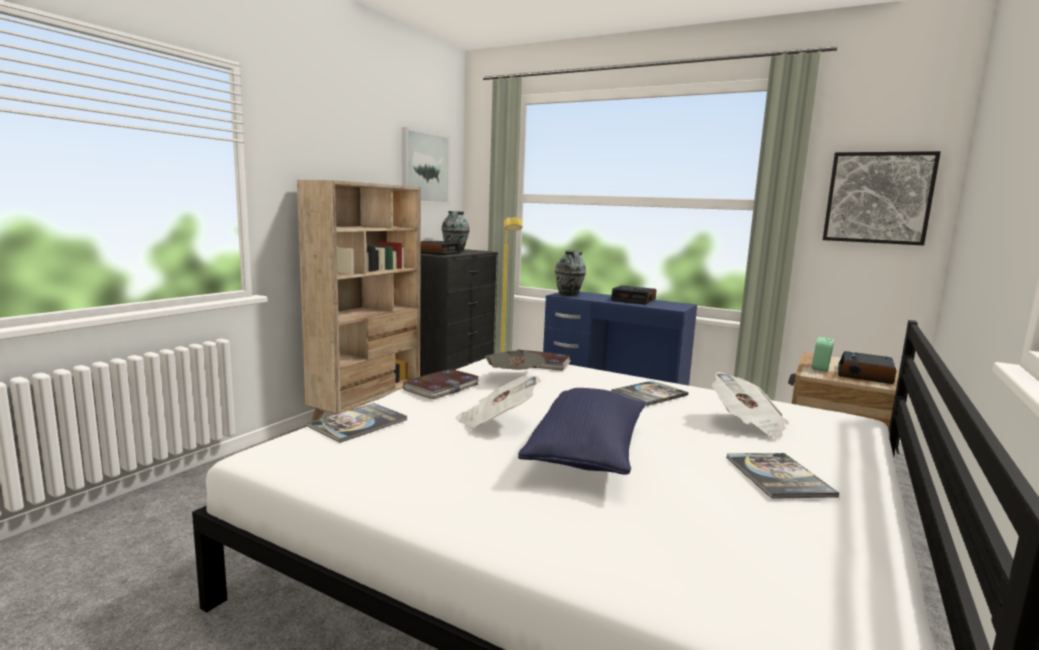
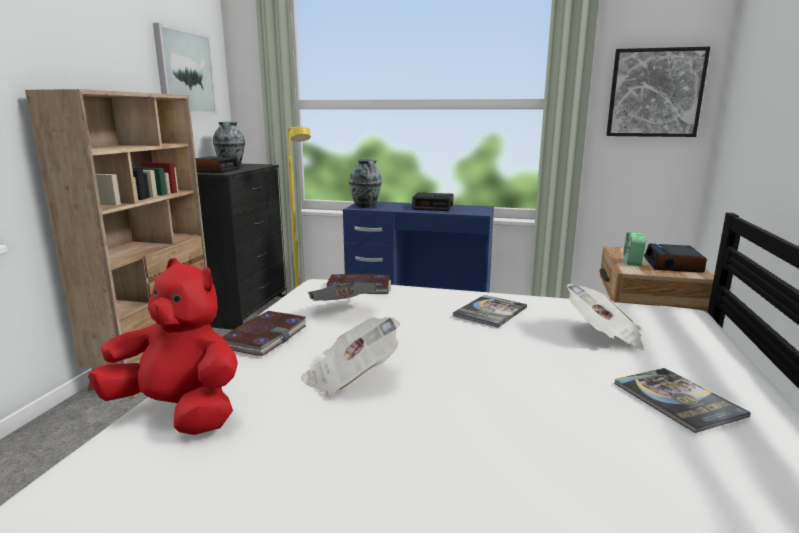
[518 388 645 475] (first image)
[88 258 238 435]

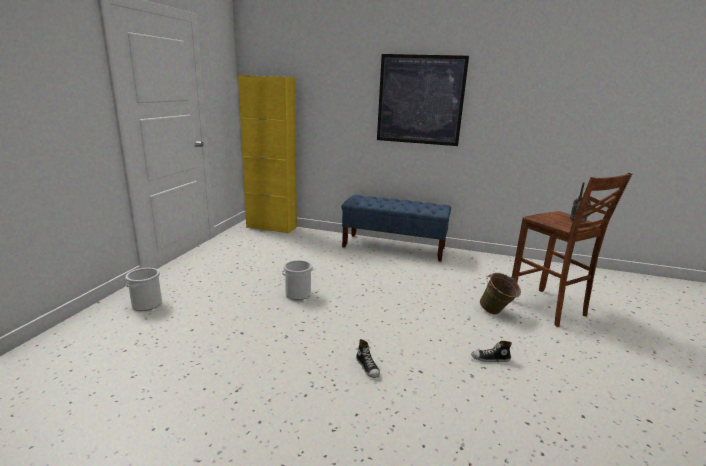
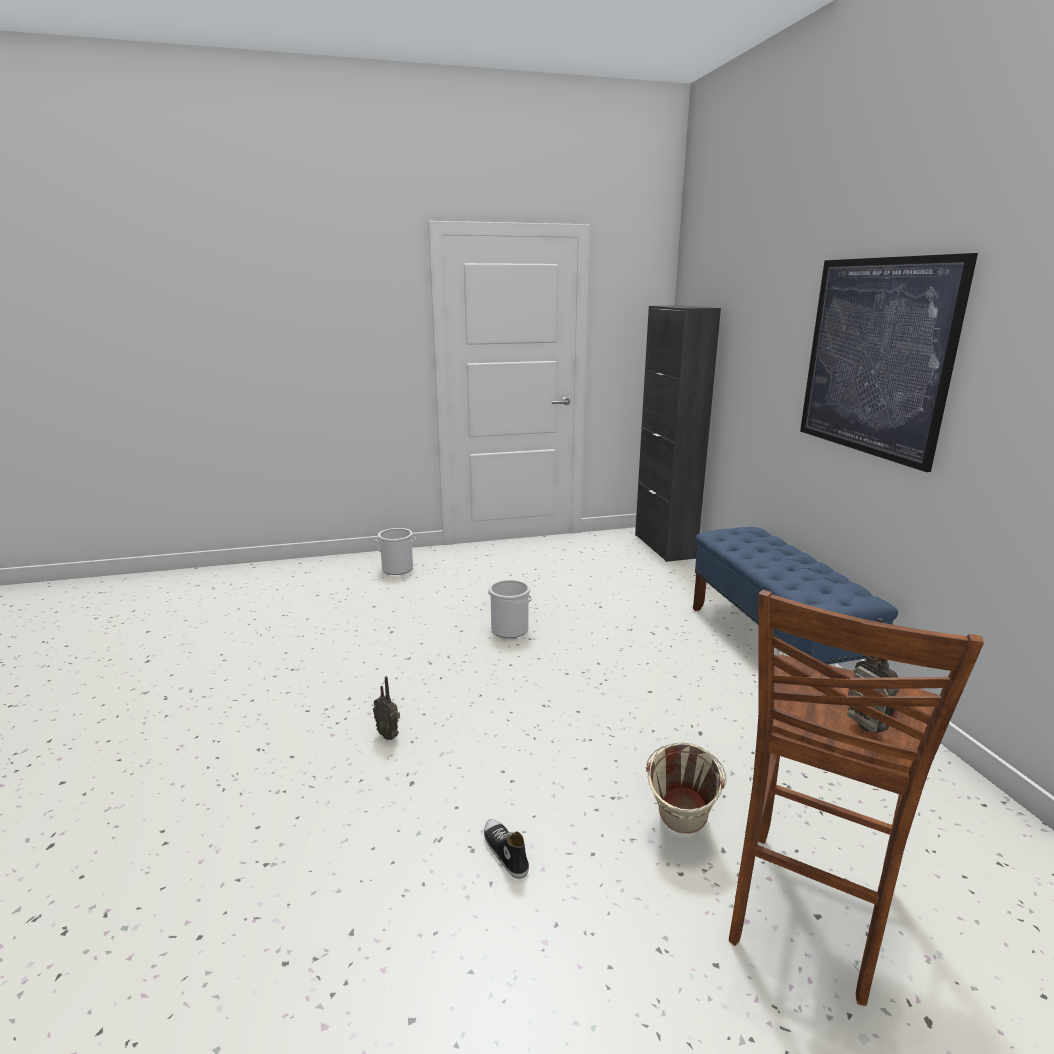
[635 305 721 562]
[646 742 726 834]
[373 676 400 740]

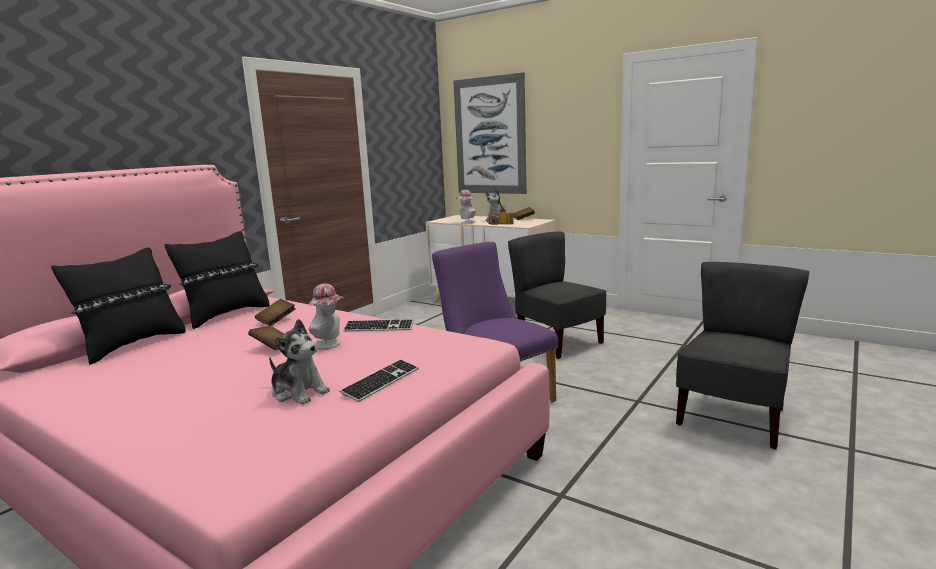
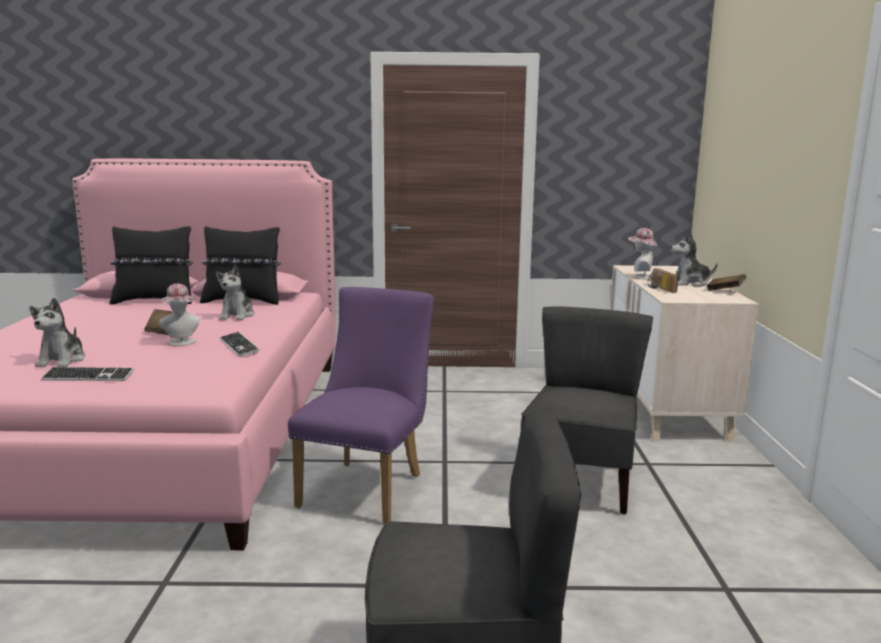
[453 72 527 194] (first image)
[216 265 254 320]

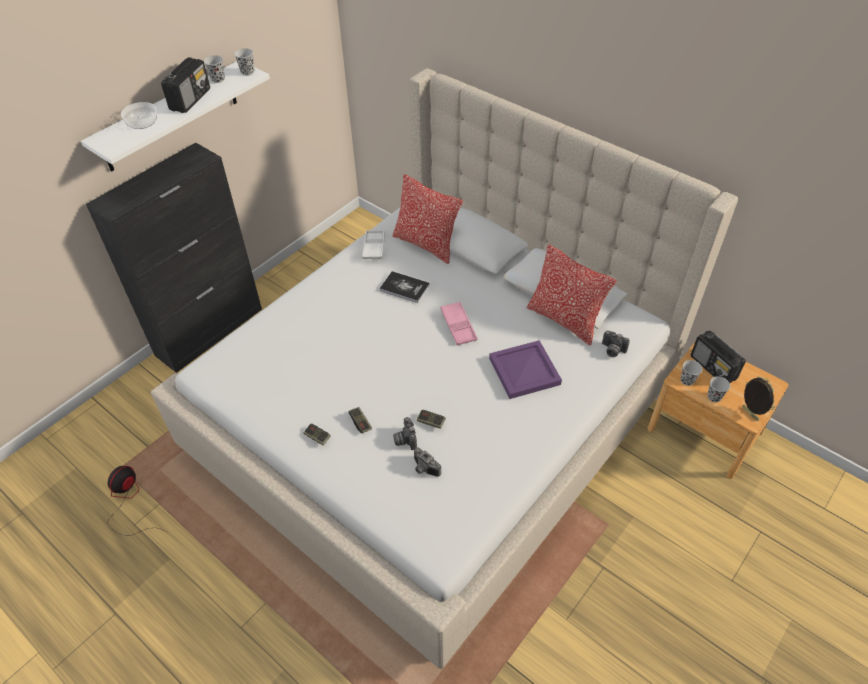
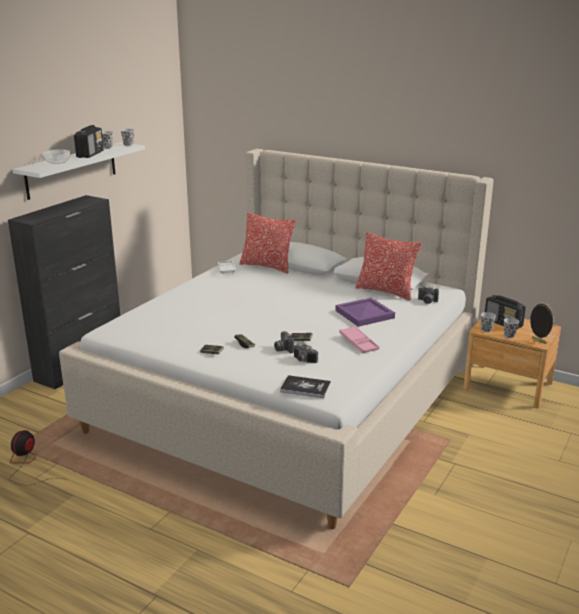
[280 375 331 398]
[339 326 379 353]

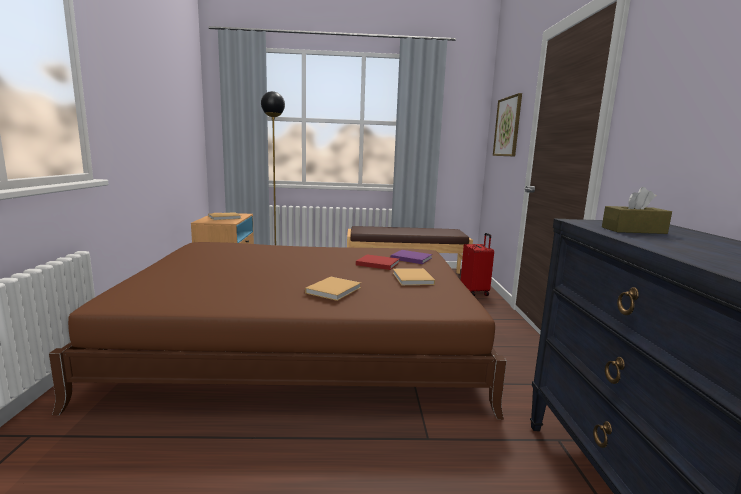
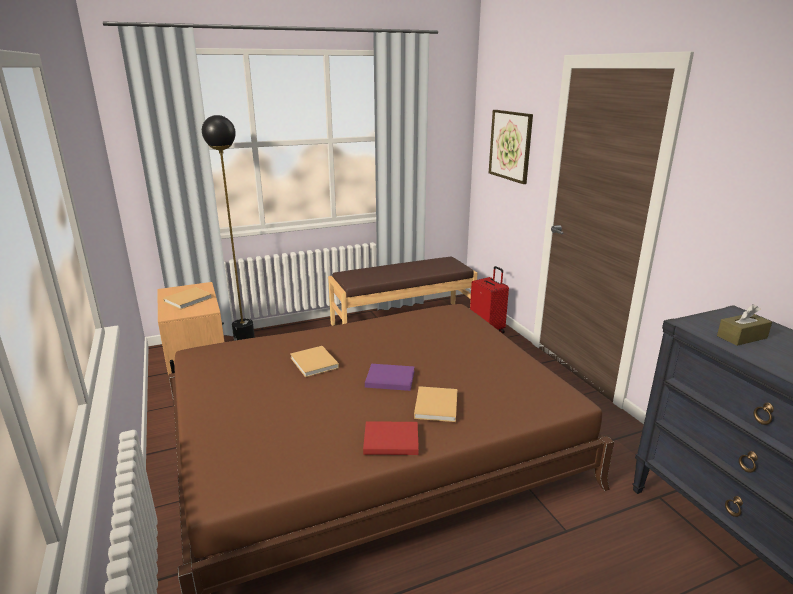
[365 364 415 391]
[363 421 419 455]
[290 346 339 377]

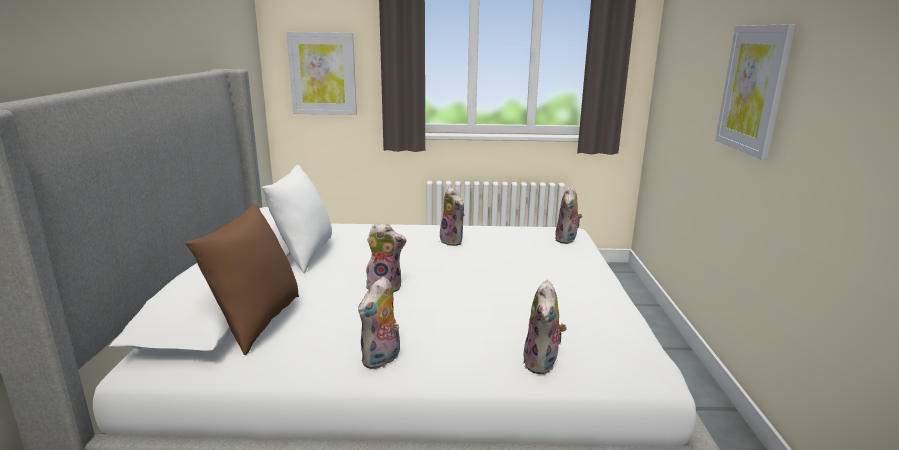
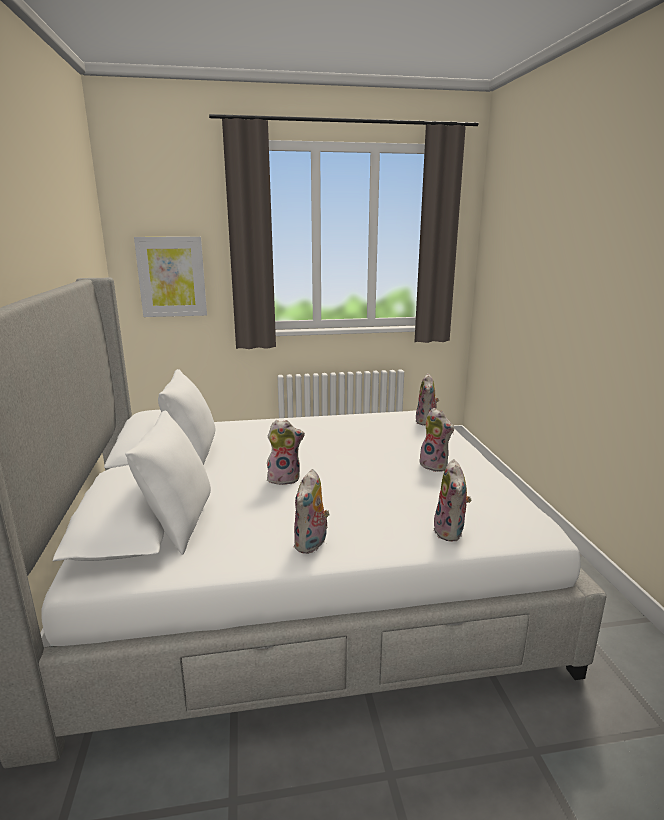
[715 24 796 160] (first image)
[419 408 454 472]
[125 411 211 555]

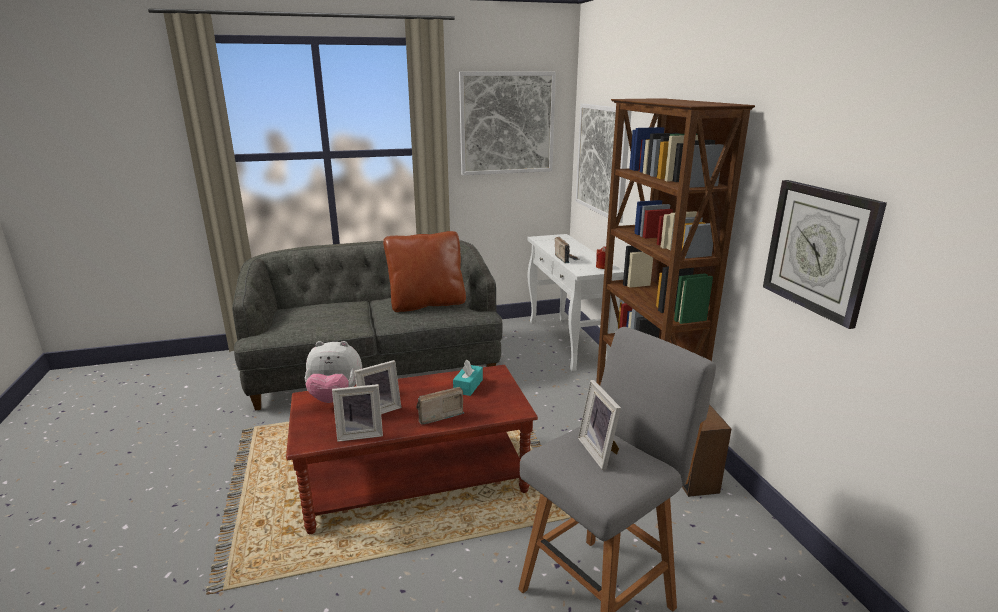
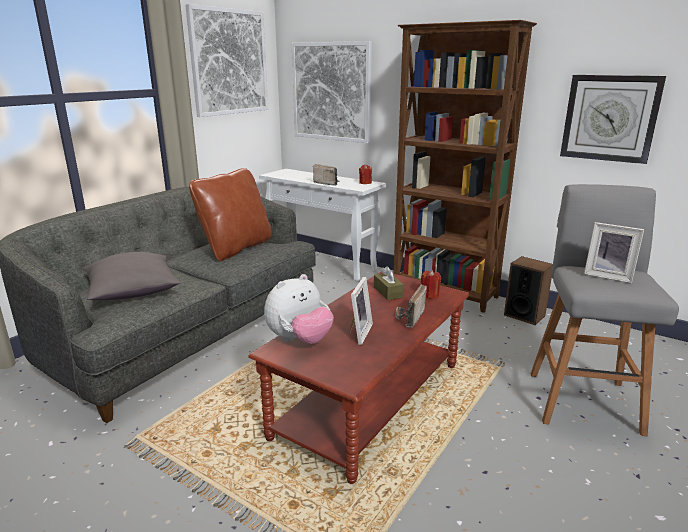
[374 266 404 300]
[332 384 383 442] (first image)
[83 252 180 300]
[421 270 441 299]

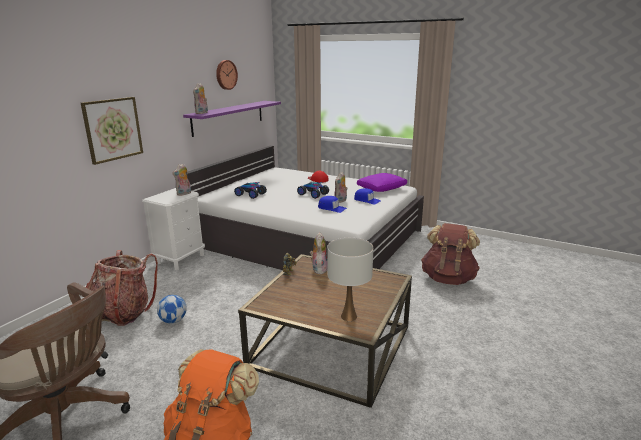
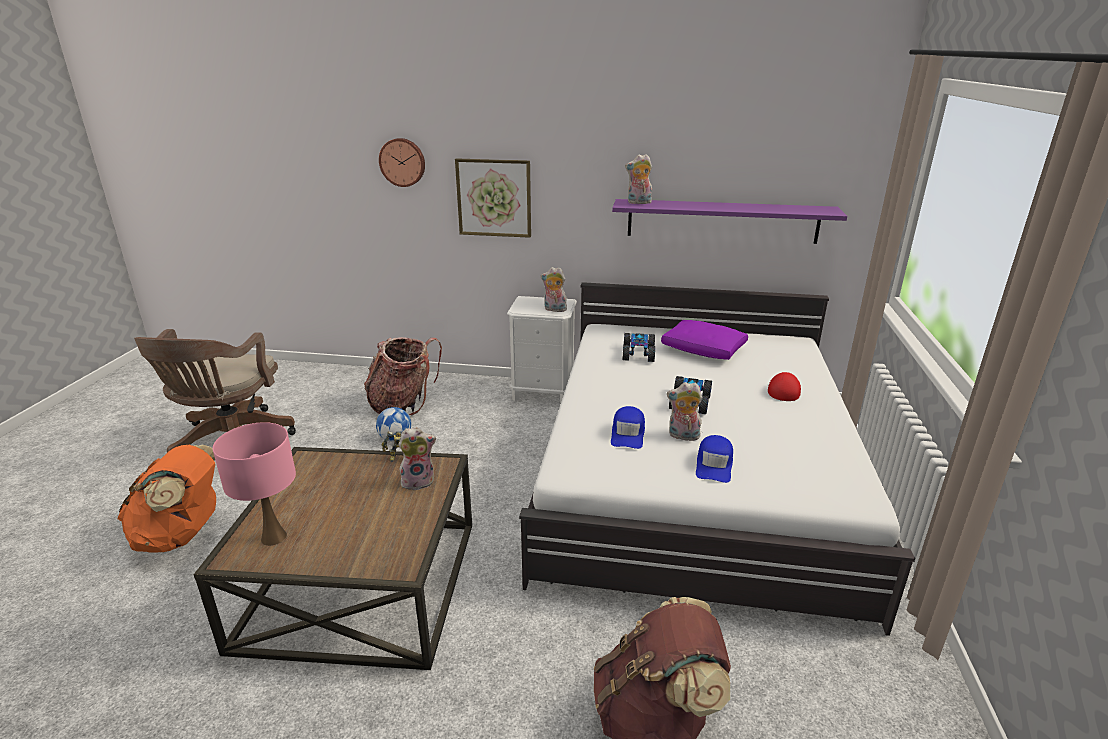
[379 138 425 187]
[661 320 748 360]
[213 422 296 546]

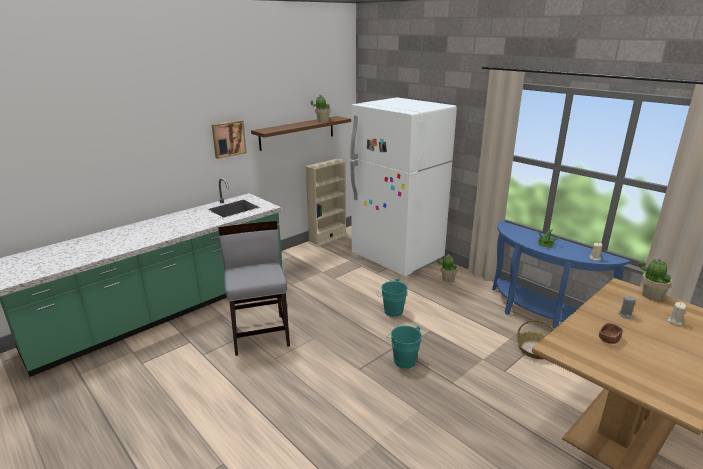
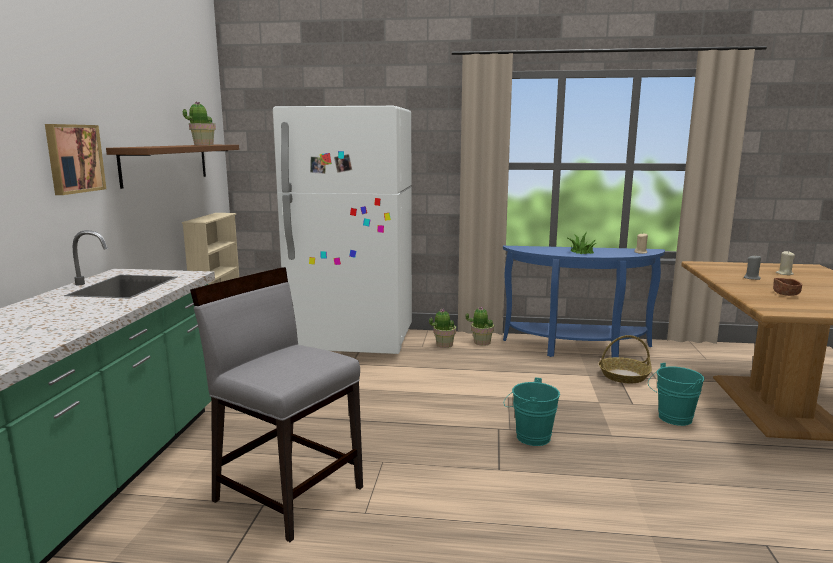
[466 307 494 346]
[648 363 705 426]

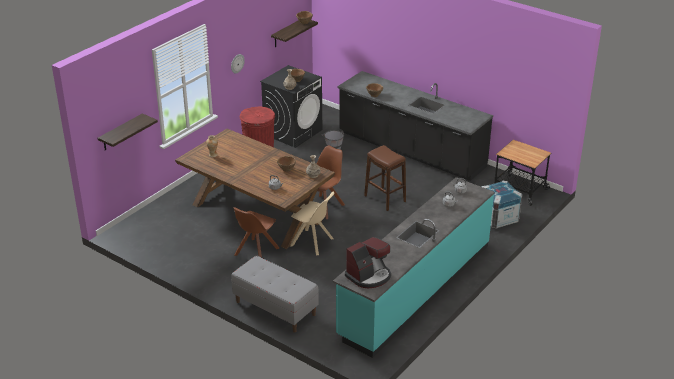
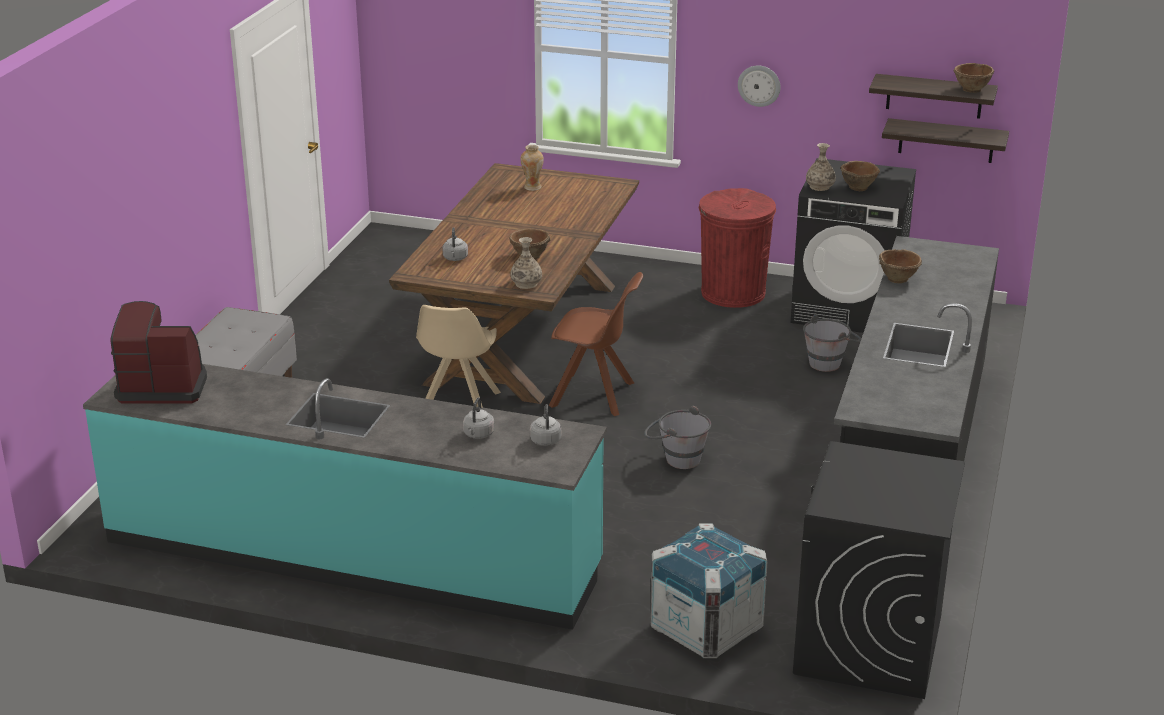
[882 118 1009 163]
[793 441 965 699]
[644 406 711 469]
[234 207 279 257] (first image)
[110 301 207 404]

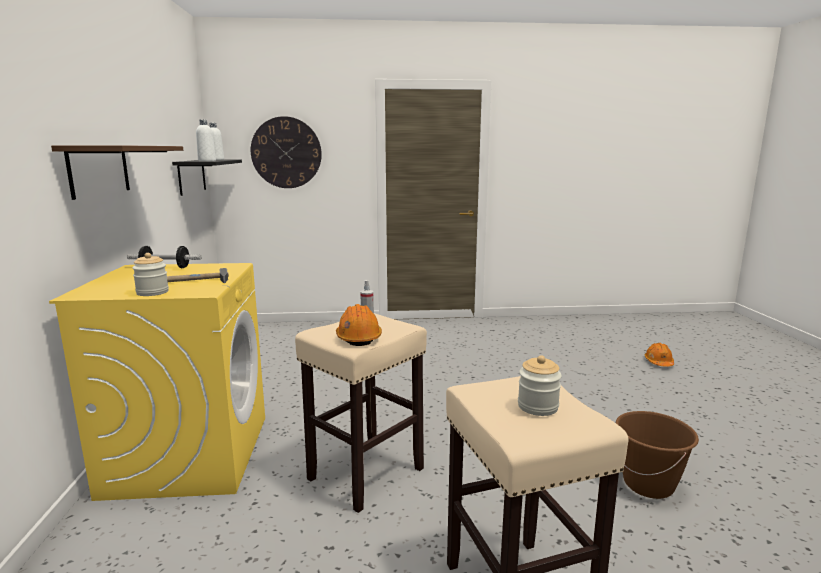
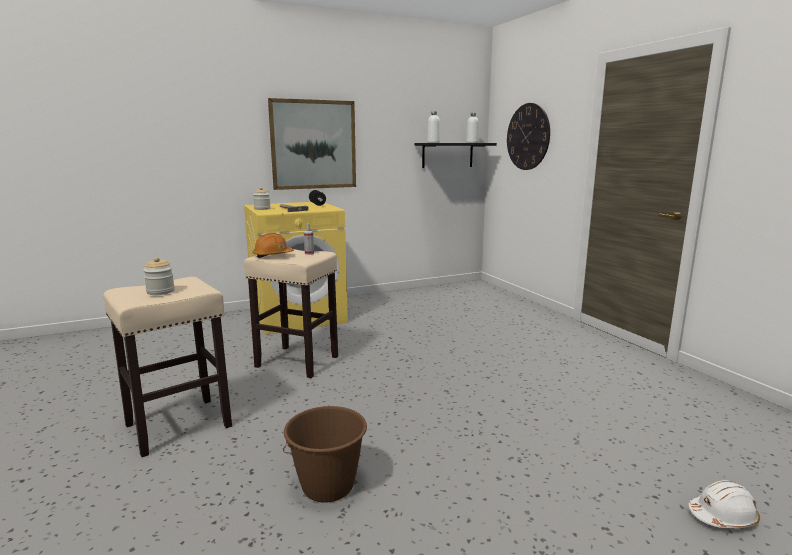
[268 98 356 190]
[688 480 760 528]

